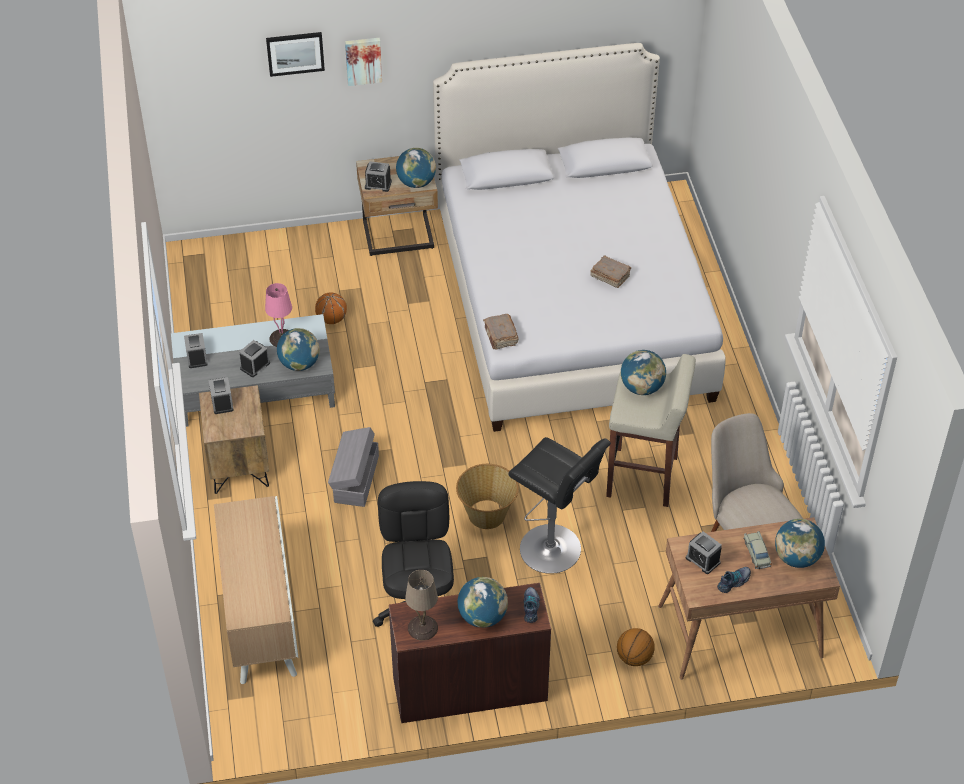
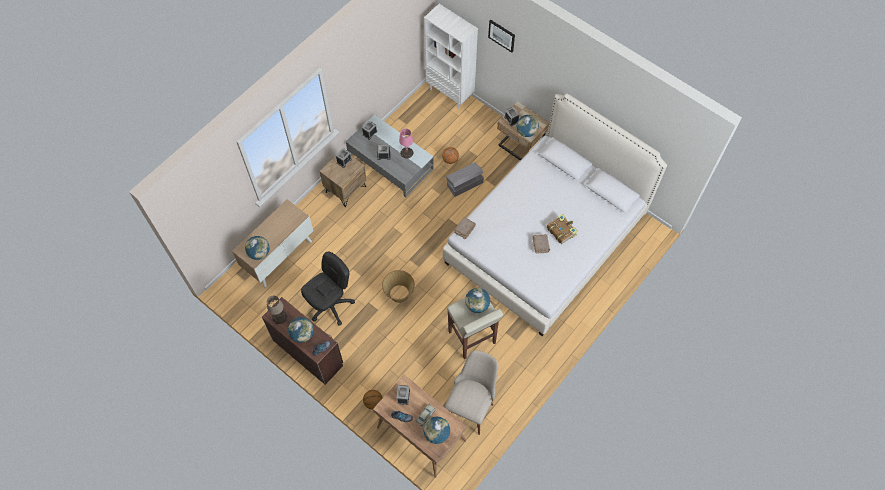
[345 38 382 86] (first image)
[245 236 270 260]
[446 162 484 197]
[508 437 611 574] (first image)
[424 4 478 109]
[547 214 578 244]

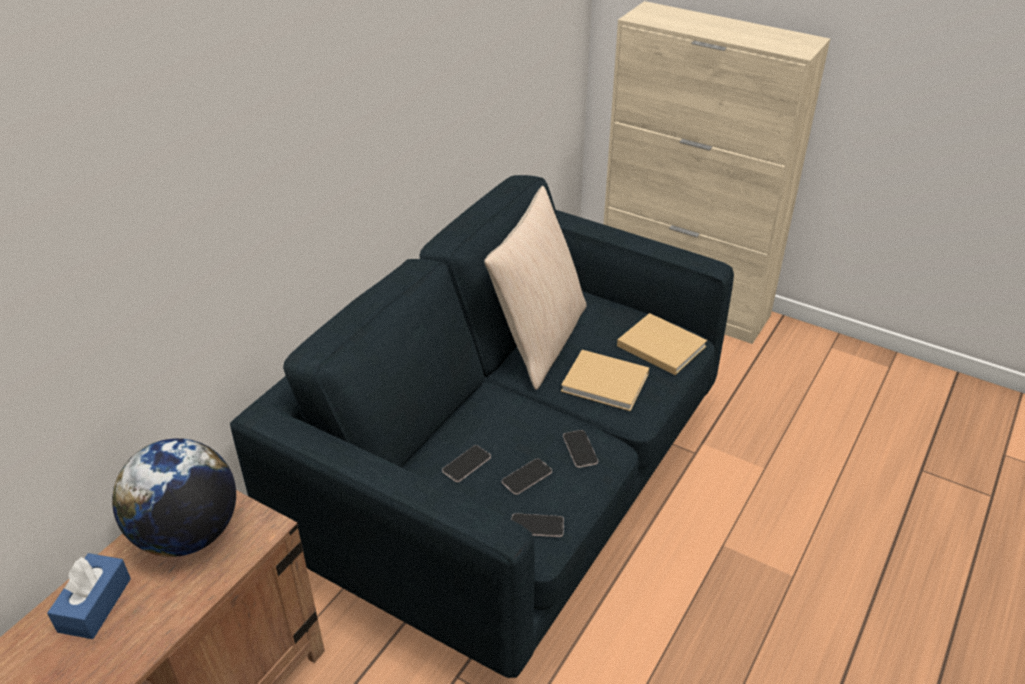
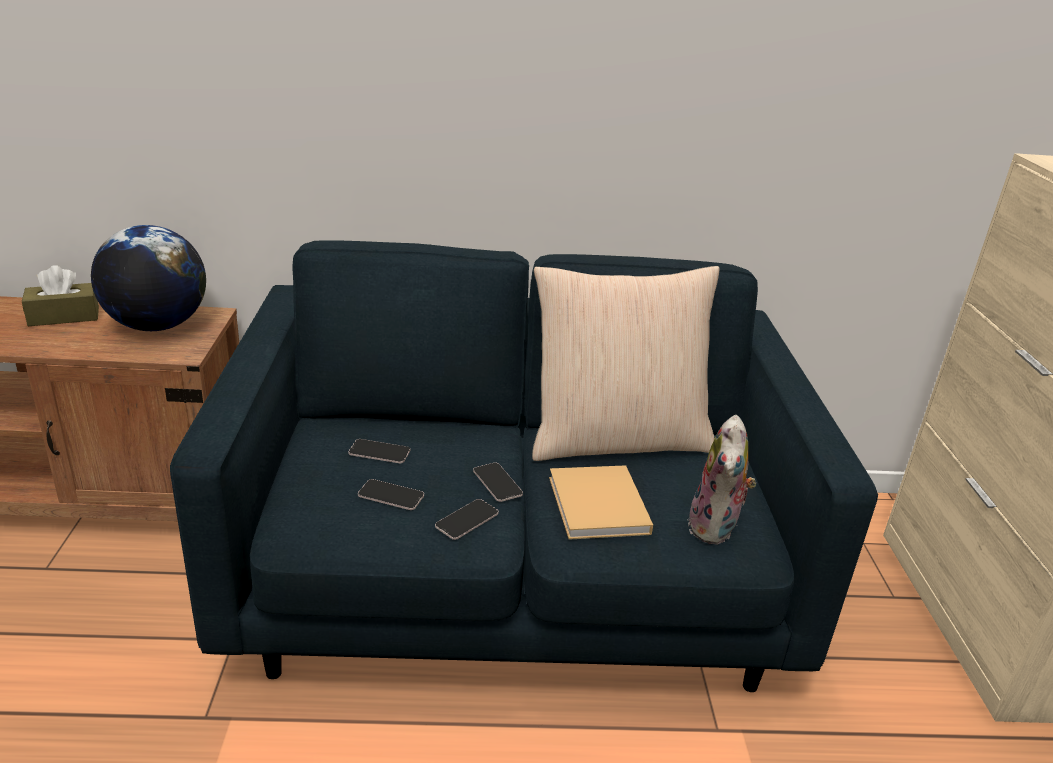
[688 415 757 545]
[473 463 523 502]
[22 265 99 326]

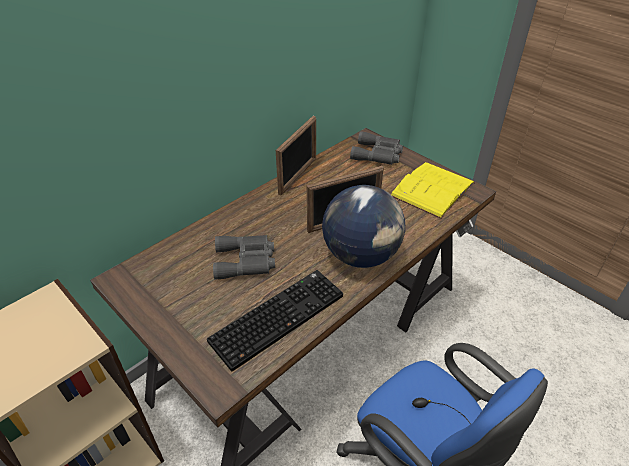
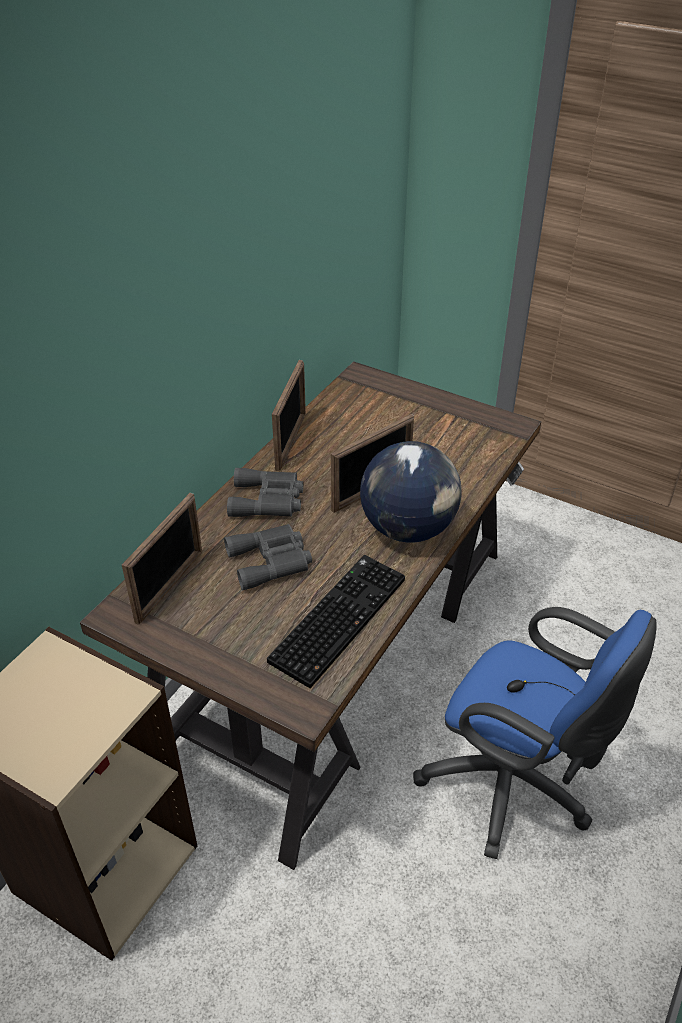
[227 468 303 517]
[390 162 475 219] (first image)
[122 493 202 625]

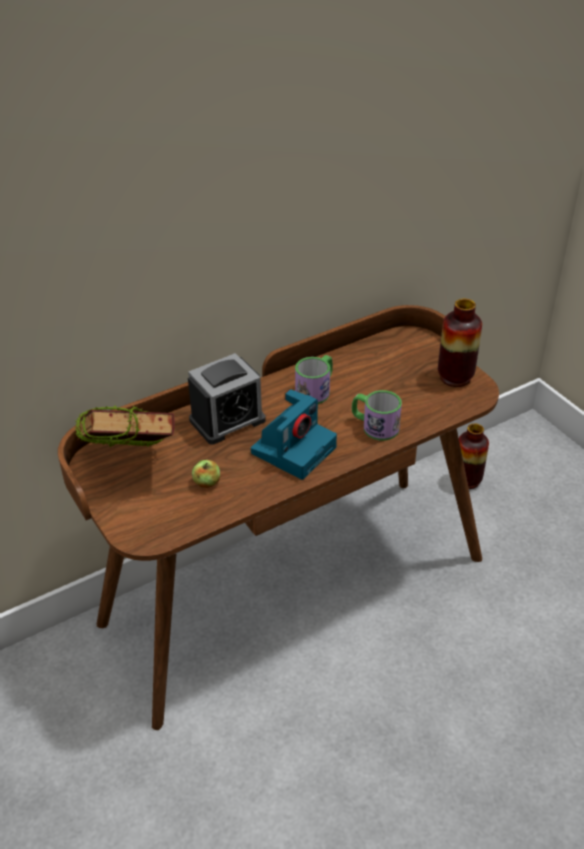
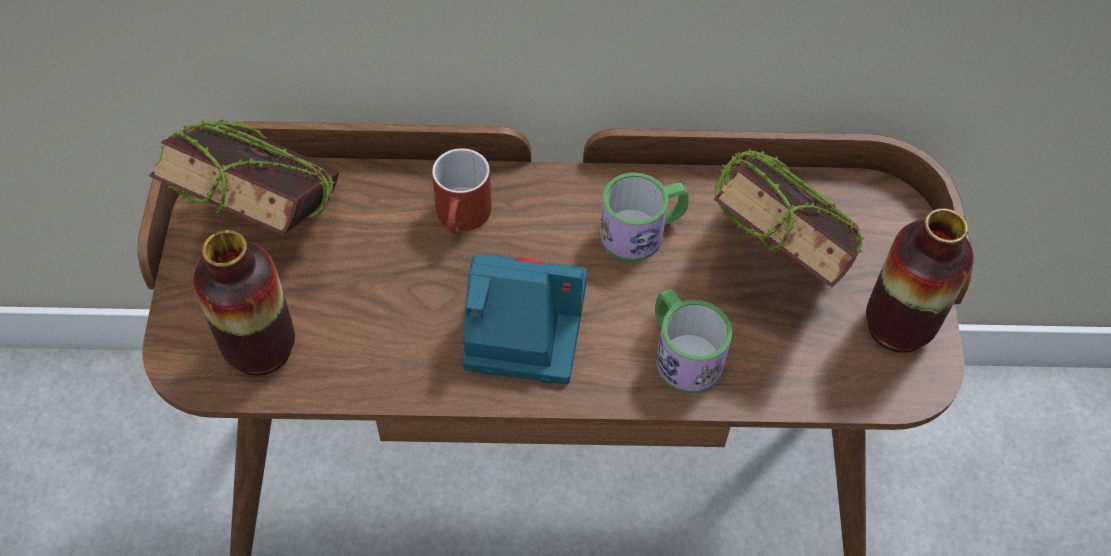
[432 148 491 234]
[463 254 587 385]
[193 230 295 376]
[192 460 221 488] (first image)
[714 149 864 287]

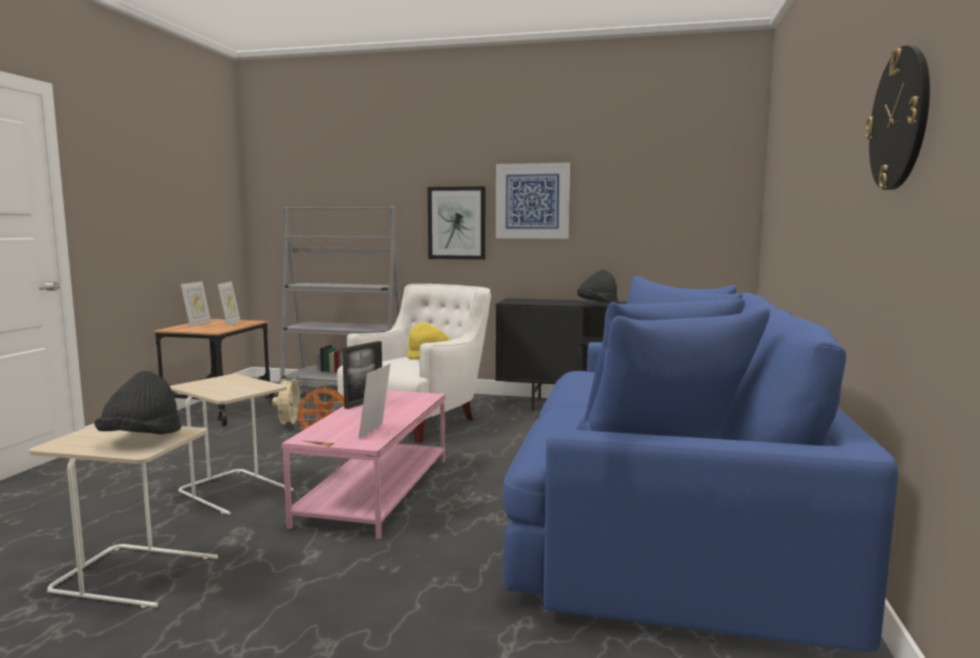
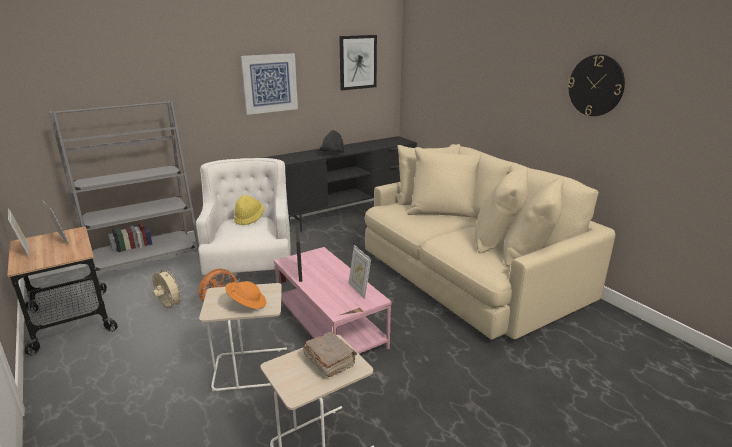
[339 35 377 90]
[365 144 615 340]
[303 332 357 377]
[225 281 267 309]

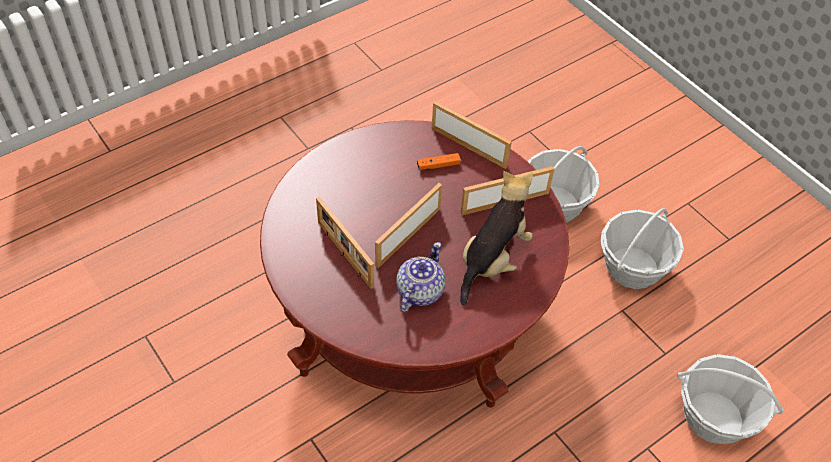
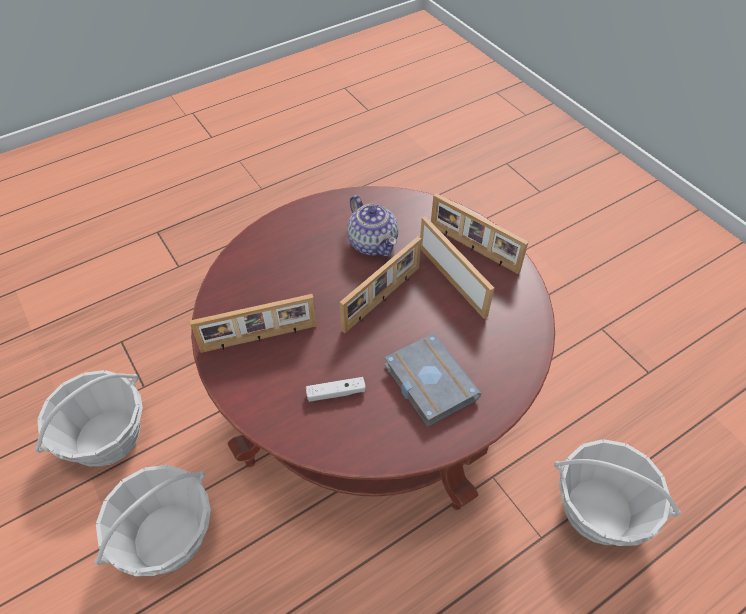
[431 193 528 274]
[306 377 366 402]
[460 171 533 306] (first image)
[347 195 398 256]
[554 439 681 546]
[384 334 481 427]

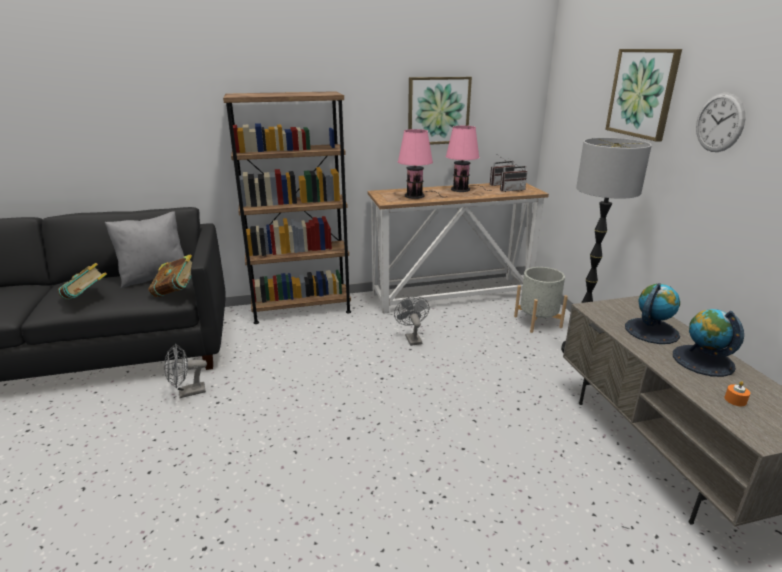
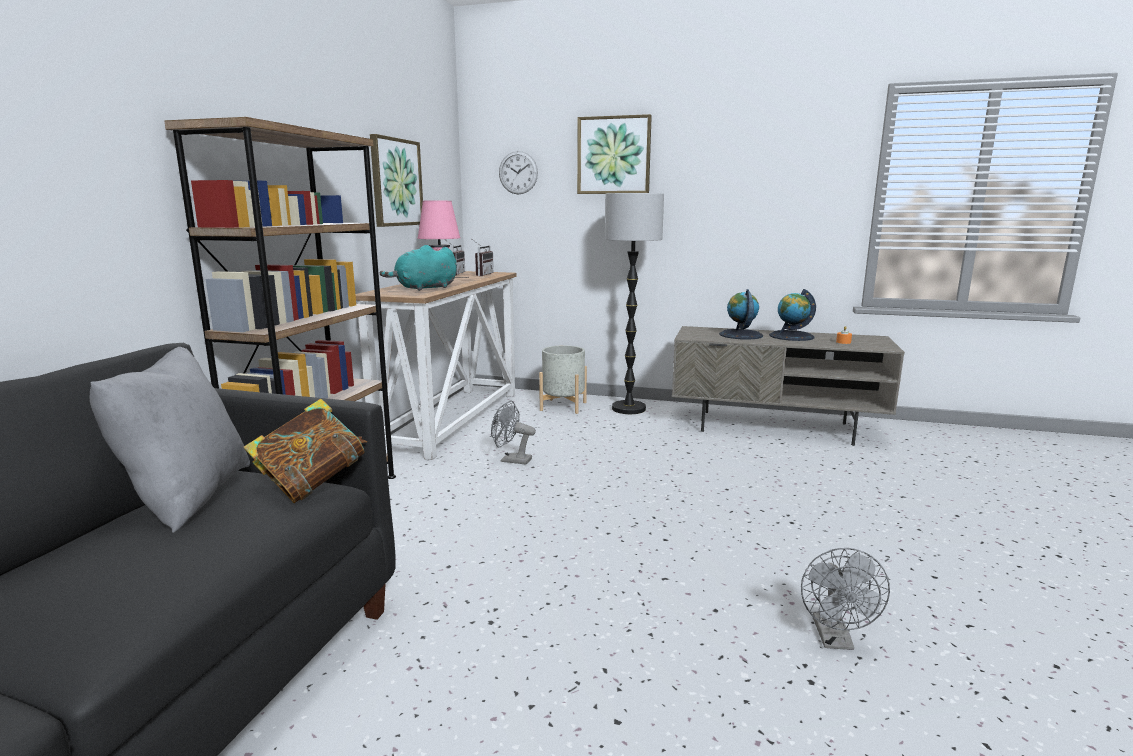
[499 151 538 194]
[379 245 457 291]
[58 263 107 300] (first image)
[801 548 890 650]

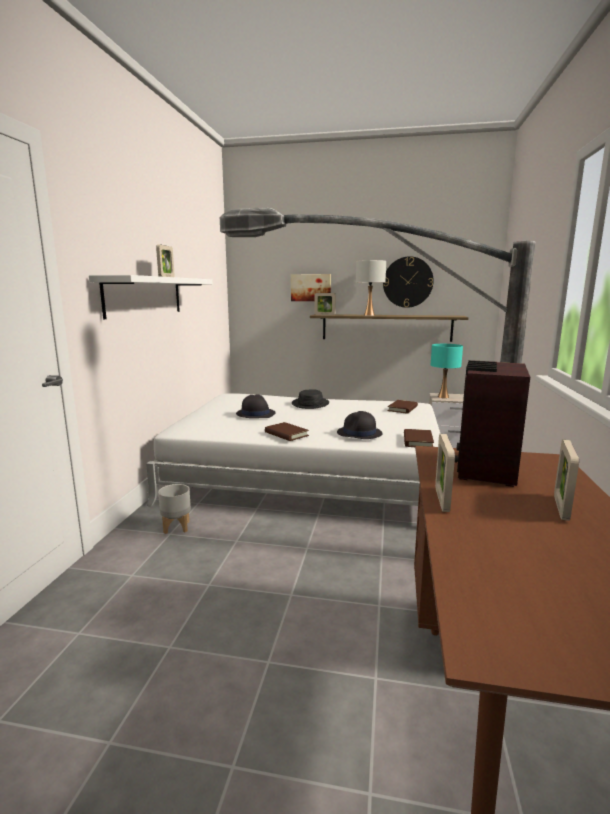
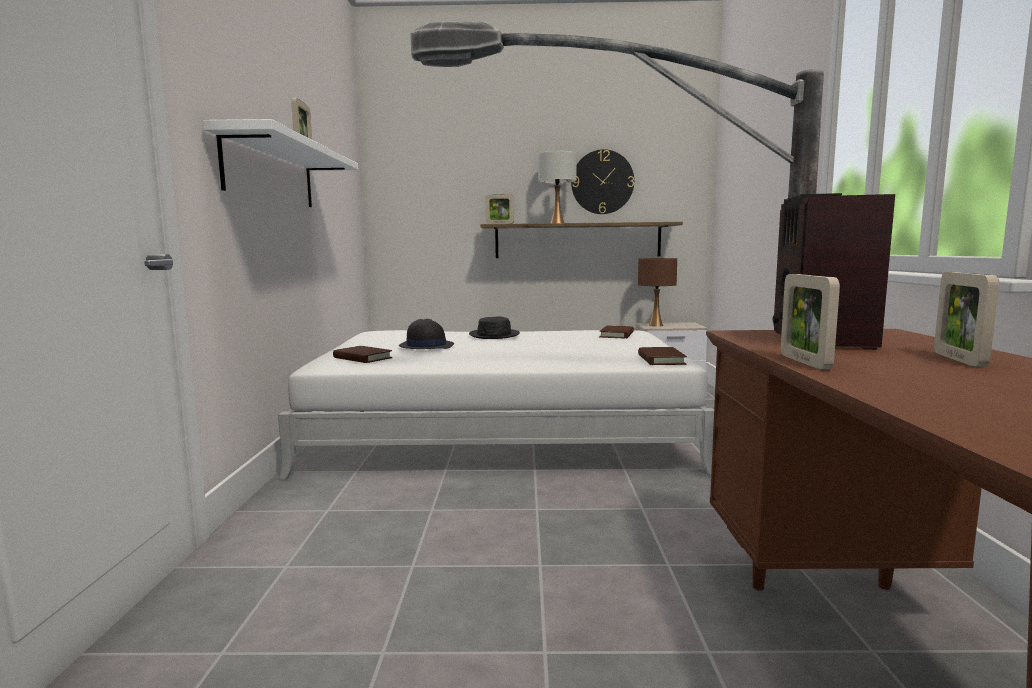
[291 274 331 301] (first image)
[638 258 677 327]
[337 411 382 439] (first image)
[333 346 392 363]
[158 484 191 534] (first image)

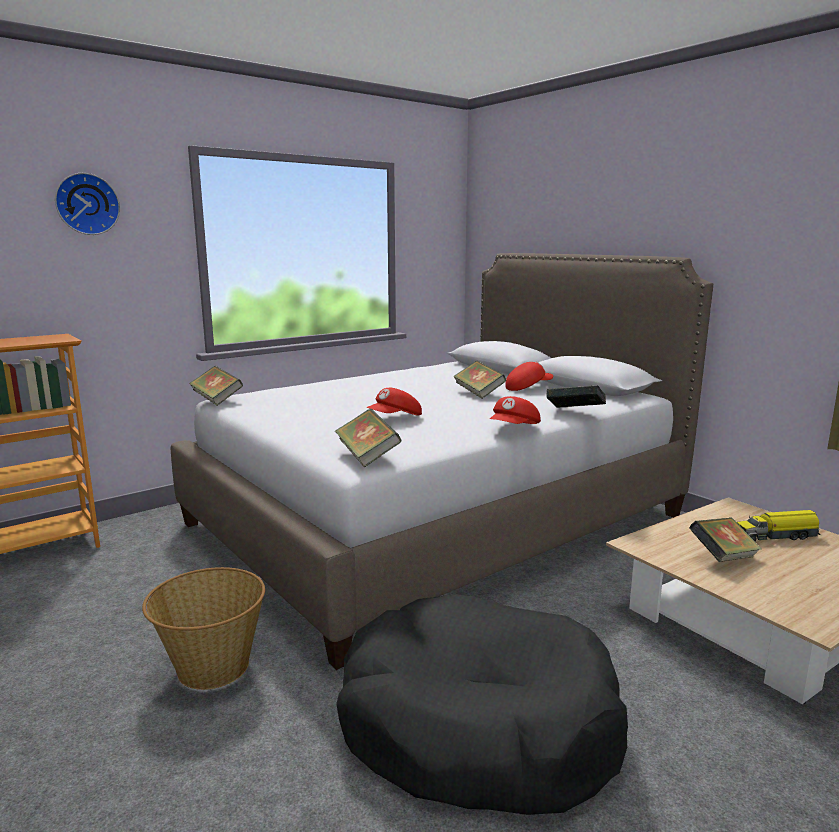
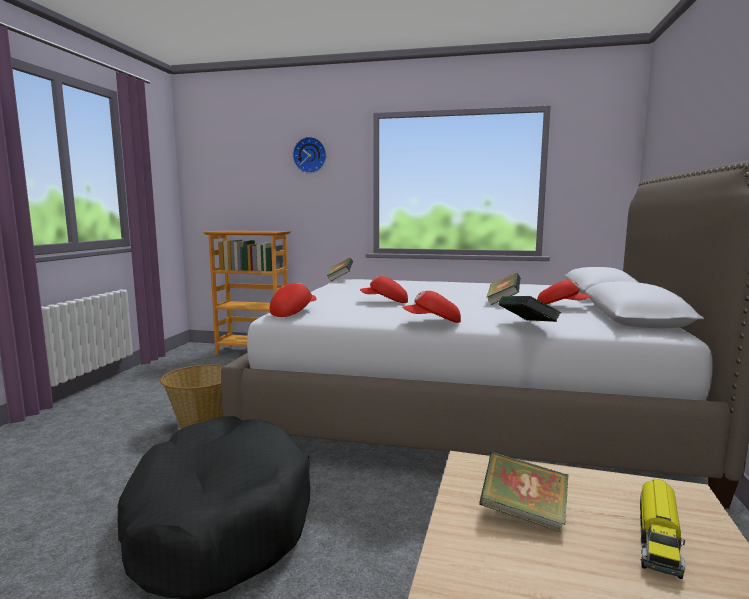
[270 283 317 317]
[640 479 685 579]

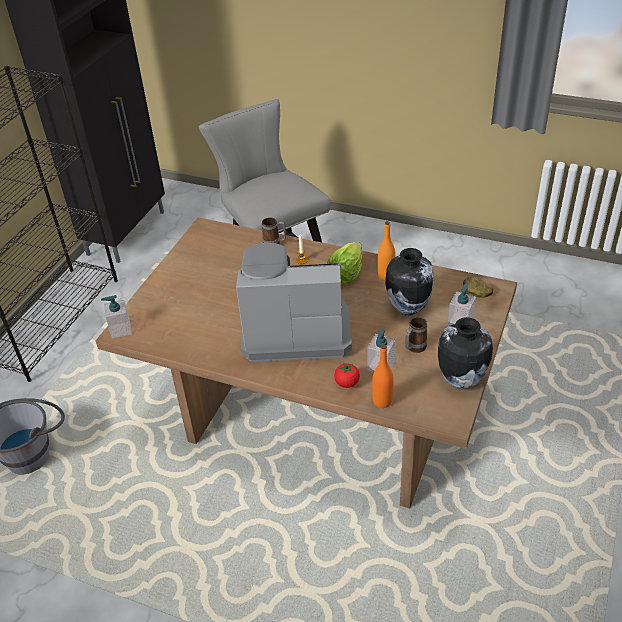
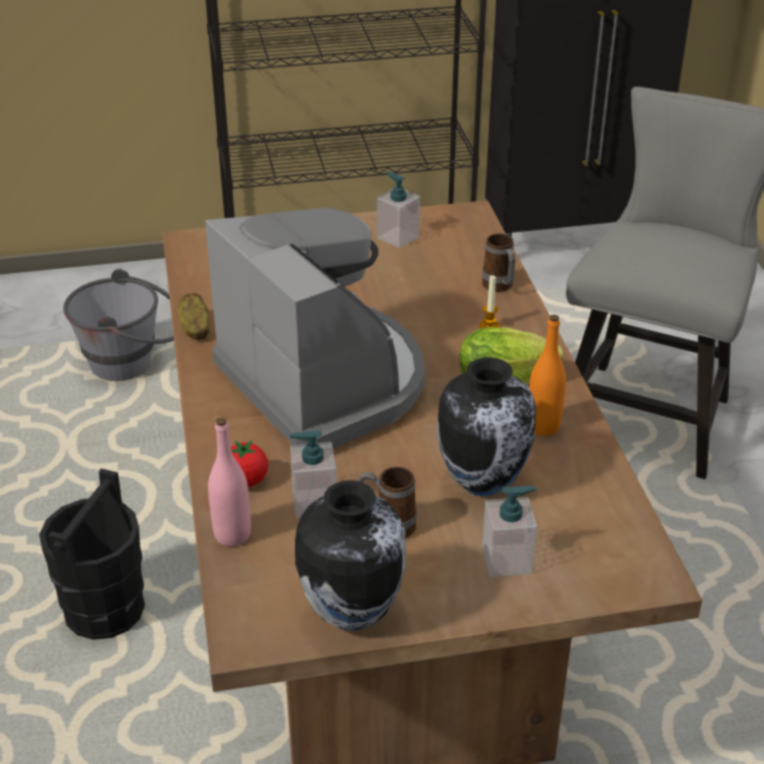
[178 293 210 340]
[377 171 420 248]
[208 418 251 547]
[39 469 145 640]

